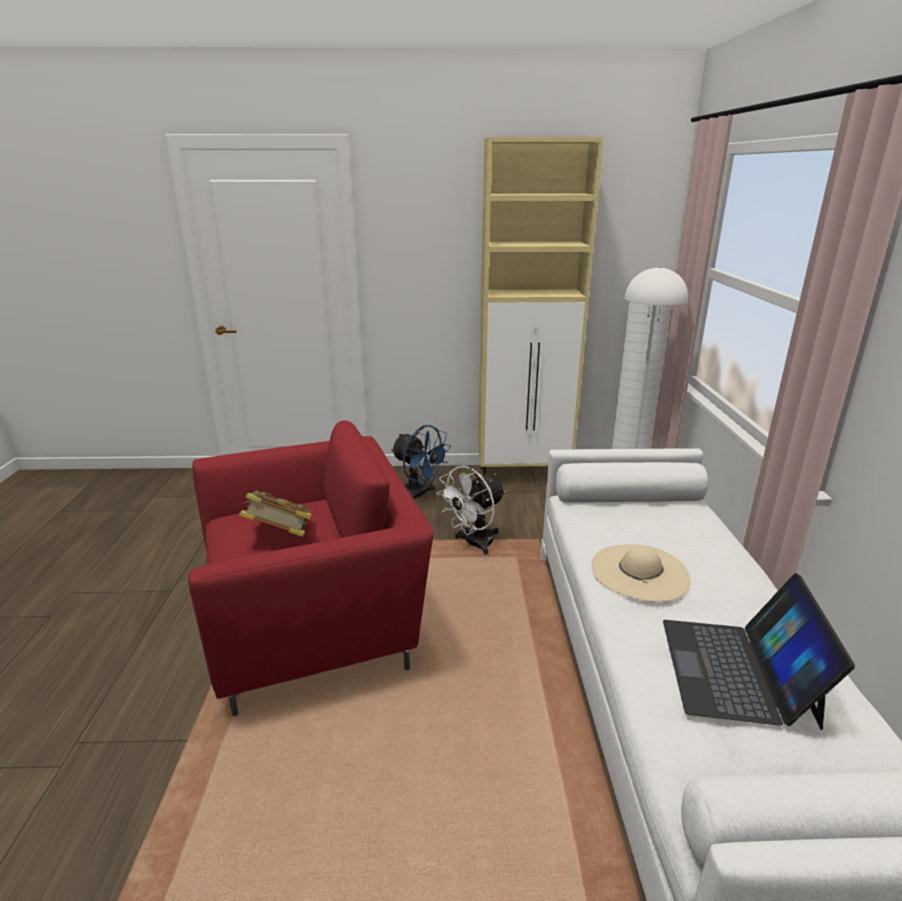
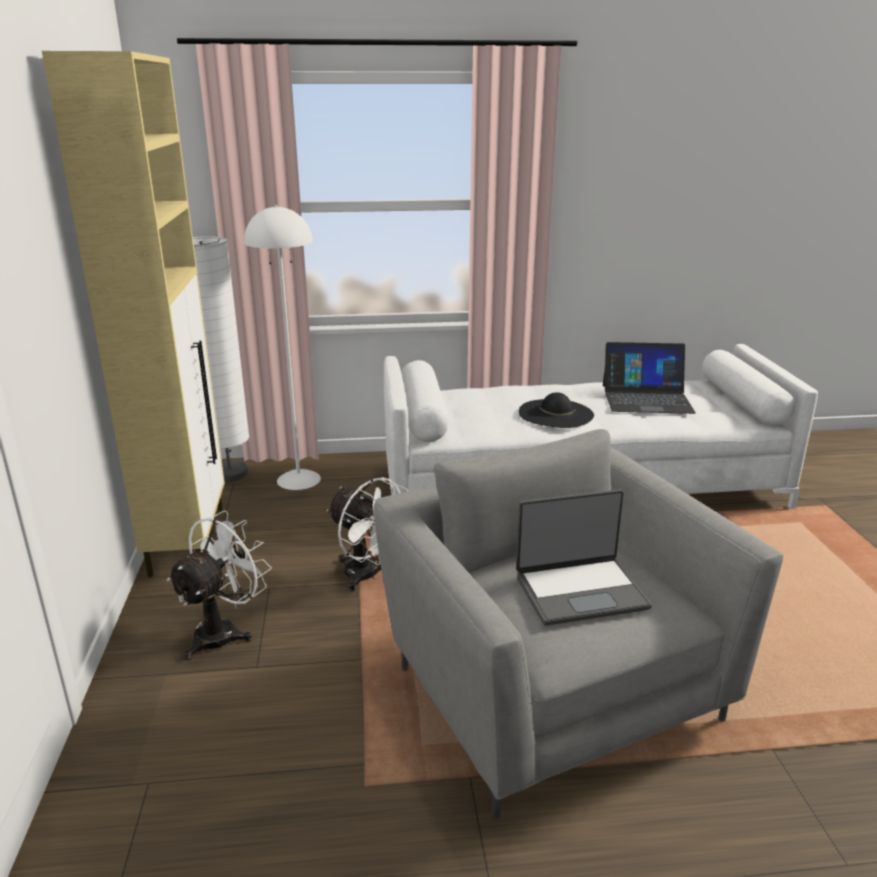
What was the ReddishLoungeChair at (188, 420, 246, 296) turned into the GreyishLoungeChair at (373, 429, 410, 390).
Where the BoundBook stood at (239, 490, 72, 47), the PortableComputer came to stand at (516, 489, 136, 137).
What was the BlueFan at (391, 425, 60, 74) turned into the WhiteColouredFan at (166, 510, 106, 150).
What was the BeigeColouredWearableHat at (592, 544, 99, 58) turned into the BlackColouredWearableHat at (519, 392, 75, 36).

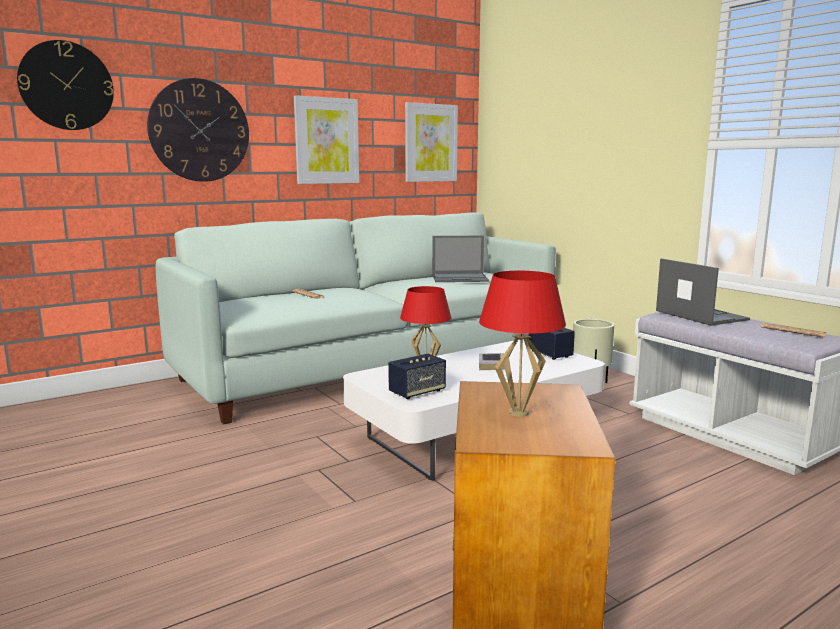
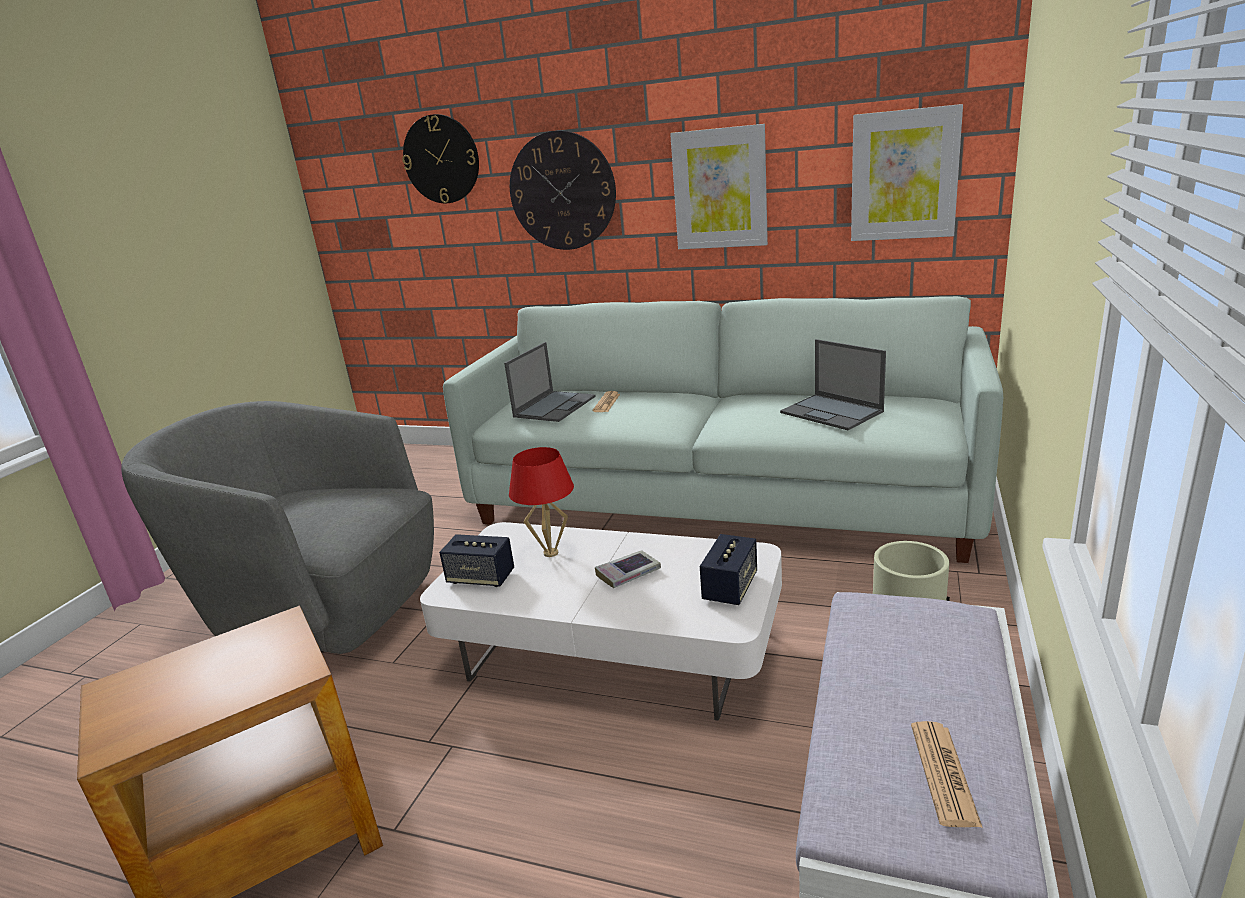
The second view lost the ReddishTableLamp at (479, 271, 87, 146).
The PortableComputer ended up elsewhere, having gone from (656, 258, 94, 68) to (504, 342, 92, 80).
The second view gained the GreyishLoungeChair at (121, 401, 313, 253).

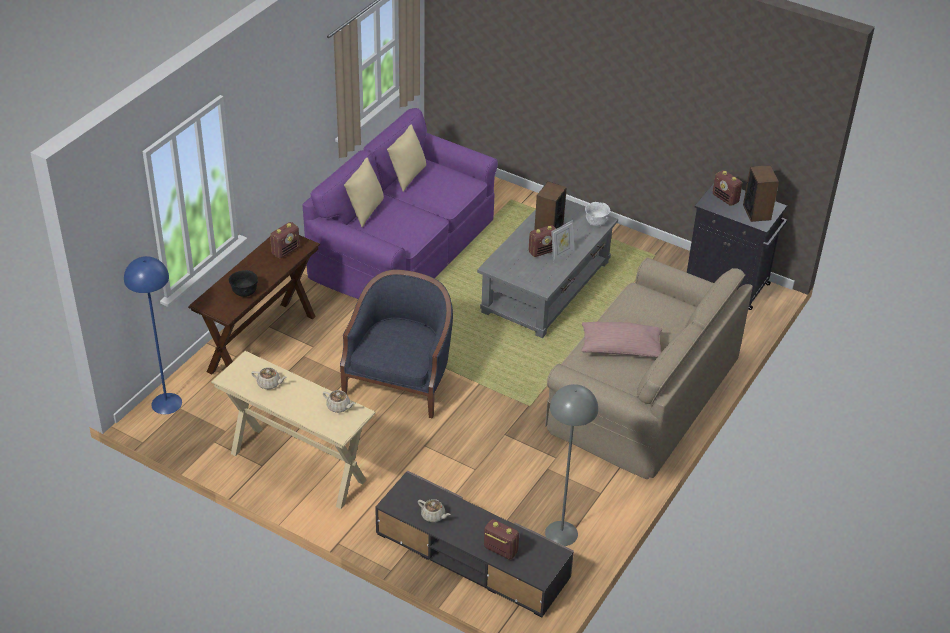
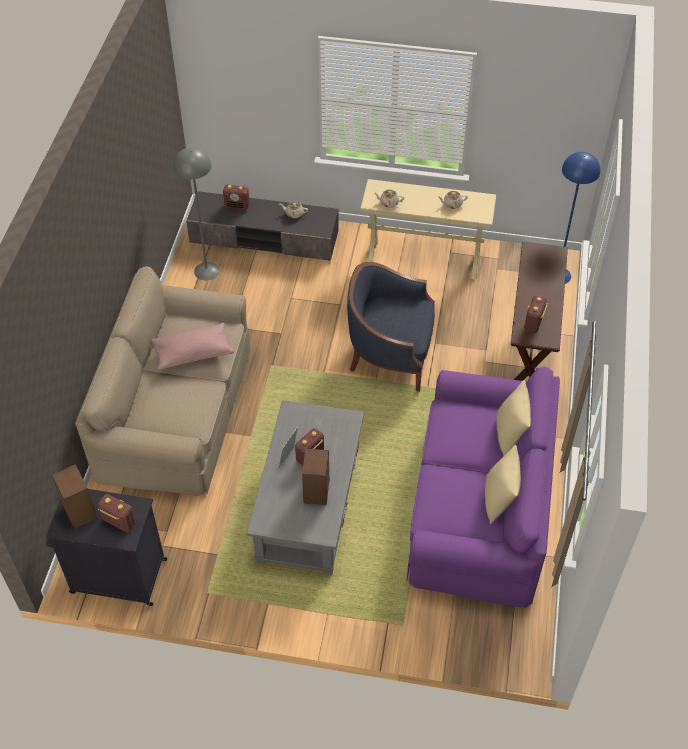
The second view lost the BlackColouredServingBowl at (229, 270, 29, 27).
The BlueLoungeChair at (340, 270, 113, 149) ended up facing another way, 105 degrees clockwise from before.
The second view lost the WhiteColouredServingBowl at (585, 202, 25, 24).

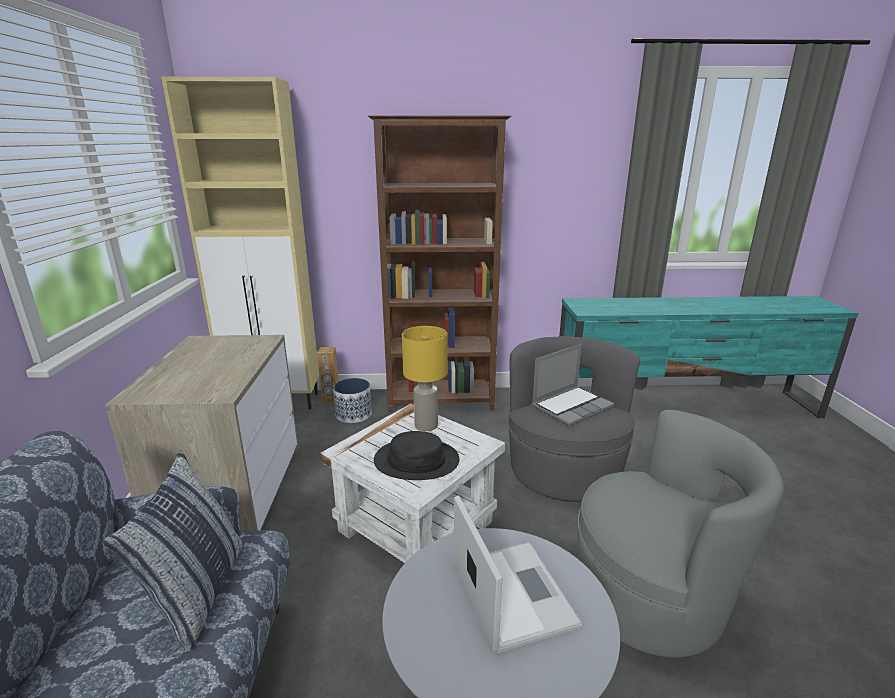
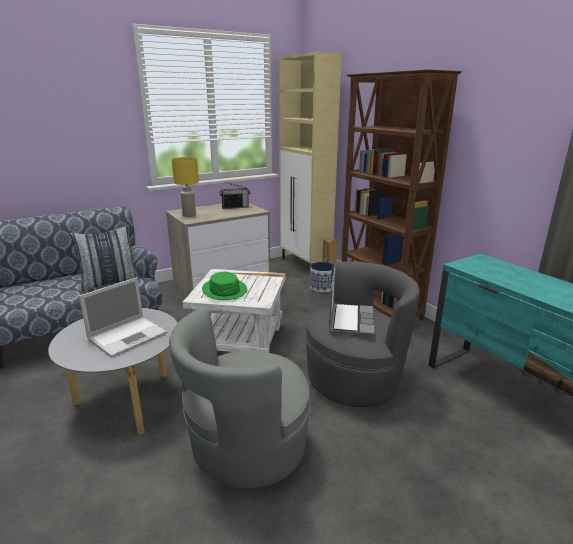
What was the BlackColouredWearableHat at (374, 431, 85, 49) turned into the GreenWearableHat at (202, 272, 45, 28).
The YellowishTableLamp ended up elsewhere, having gone from (402, 326, 46, 105) to (172, 157, 27, 60).
The PortableComputer at (532, 344, 82, 82) ended up facing another way, 105 degrees counterclockwise from before.
The GreyishLoungeChair at (577, 410, 207, 248) ended up facing another way, 75 degrees clockwise from before.
The second view gained the RadioReceiver at (220, 182, 30, 27).

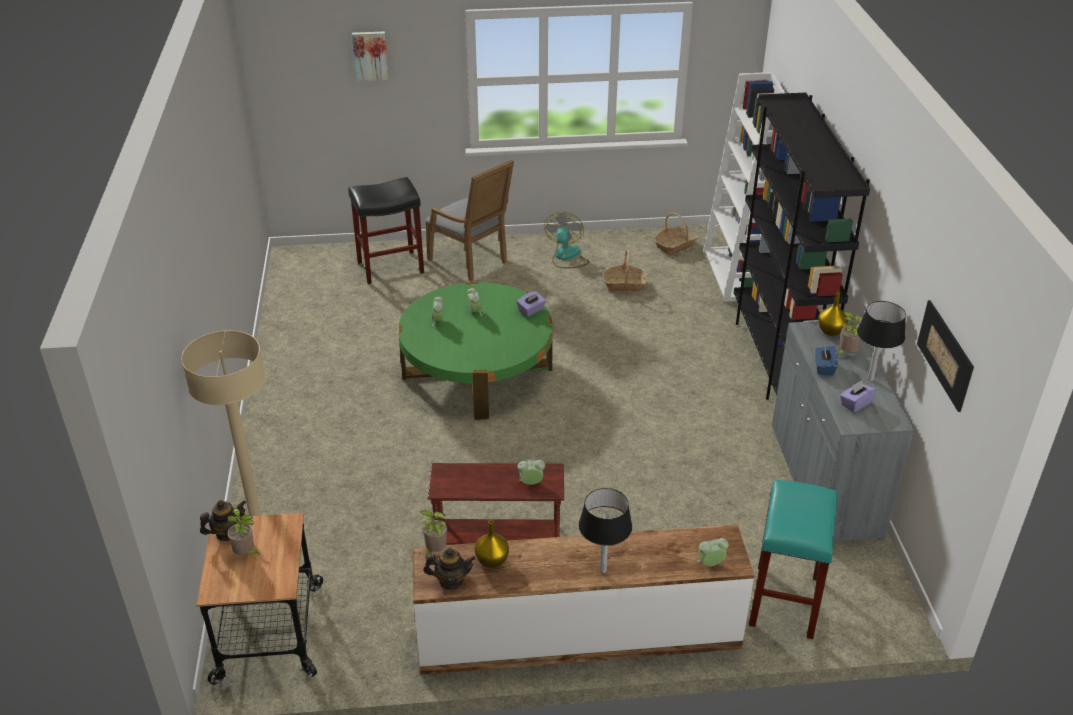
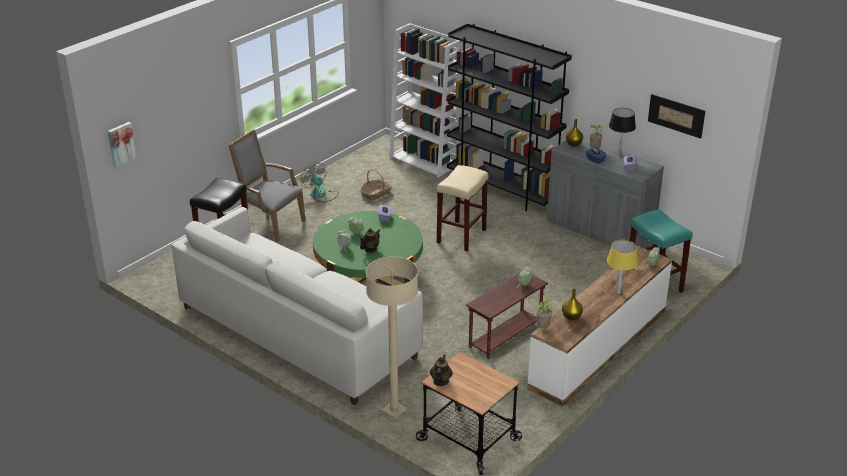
The second view lost the Houseplant at (227, 508, 32, 47).
The WallArt ended up elsewhere, having gone from (352, 31, 37, 50) to (108, 122, 29, 45).
The Teapot ended up elsewhere, having gone from (424, 548, 52, 42) to (360, 228, 20, 25).
The GreyishLoungeChair at (425, 160, 89, 121) ended up facing another way, 150 degrees counterclockwise from before.
What was the BlackColouredTableLamp at (579, 488, 53, 85) turned into the YellowishTableLamp at (607, 240, 31, 54).
The second view lost the Basket at (654, 213, 44, 42).
The second view gained the WhiteColouredSettee at (171, 207, 252, 198).
The second view gained the BeigeColouredStool at (437, 165, 51, 86).

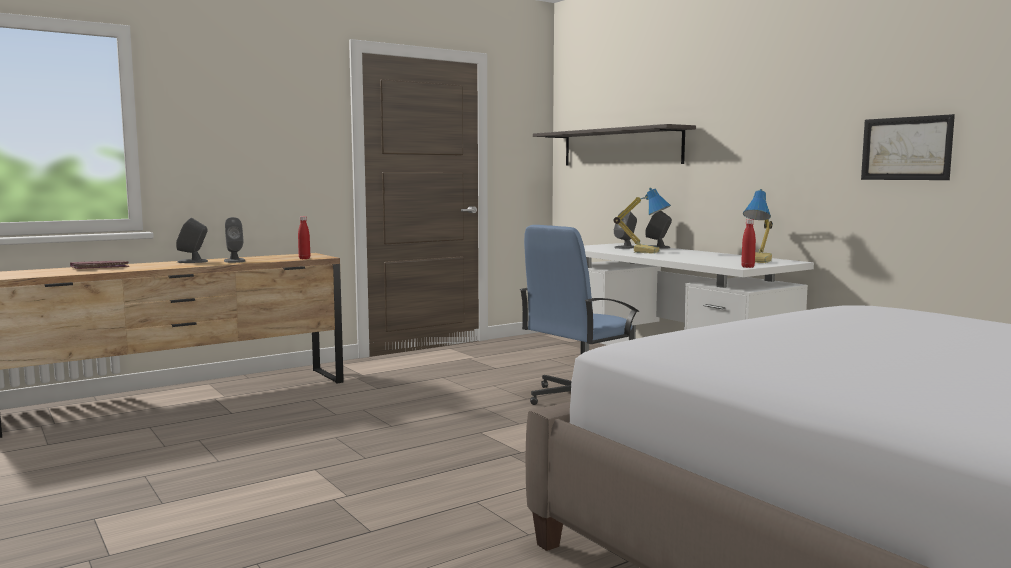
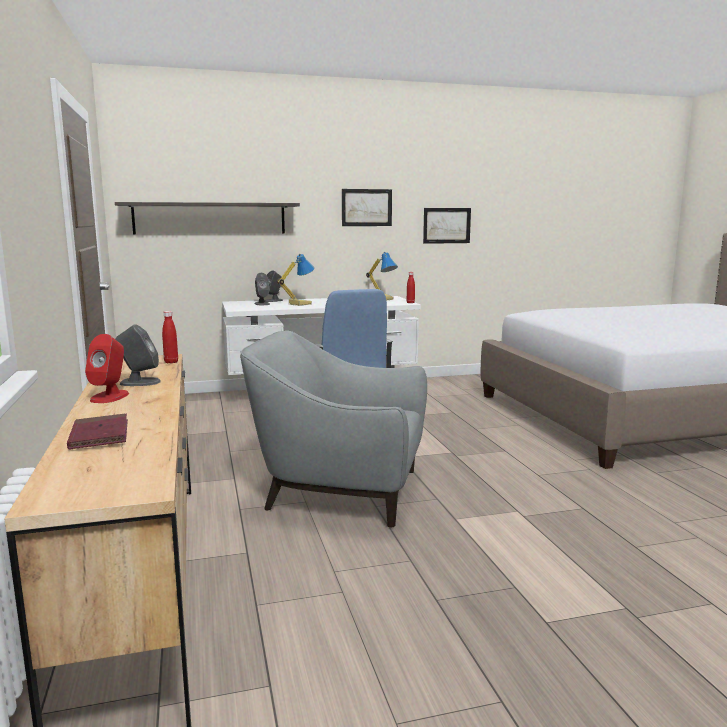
What was the GreyishLoudspeaker at (176, 218, 32, 45) turned into the ReddishLoudspeaker at (85, 334, 44, 69).
The second view gained the GreyishLoungeChair at (240, 330, 187, 198).
The second view gained the WallArt at (342, 189, 50, 37).

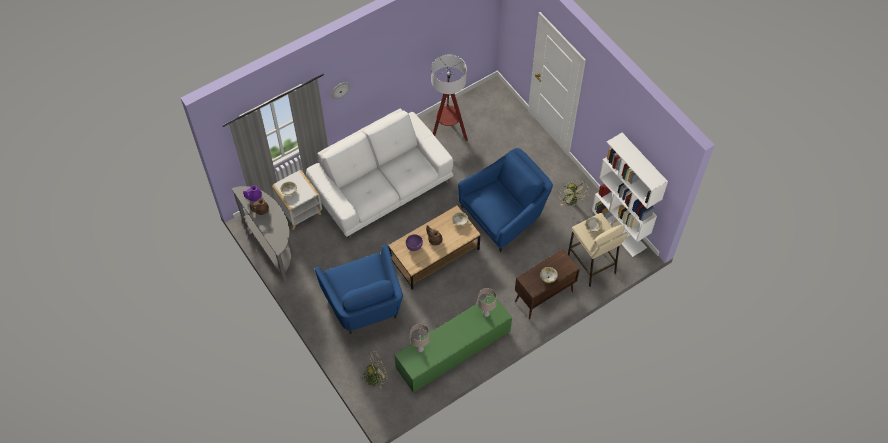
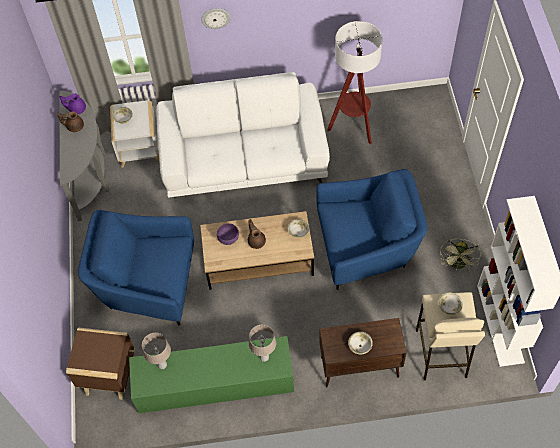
The BlueLoungeChair at (315, 244, 88, 90) ended up facing another way, 90 degrees clockwise from before.
Where the GreenFan stood at (360, 351, 27, 38), the BrownishAccentTable came to stand at (66, 328, 68, 72).

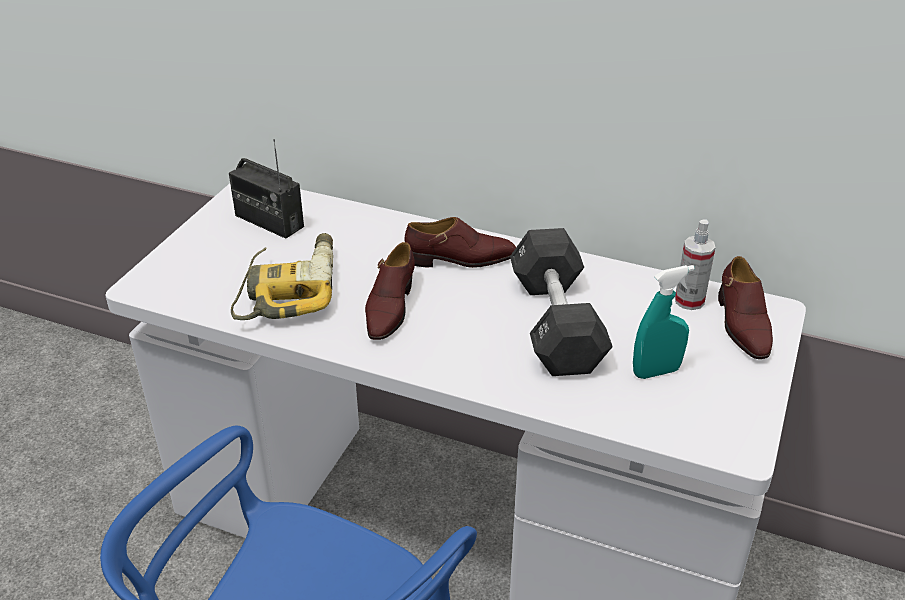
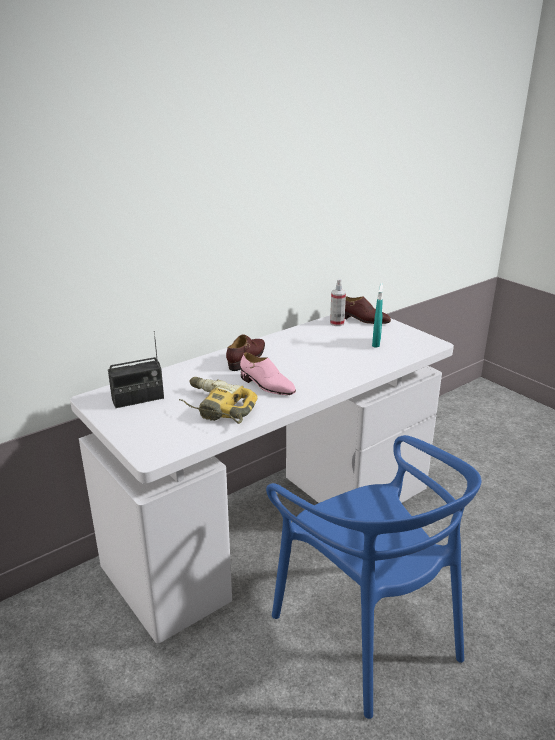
What was the BrownishLowShoe at (365, 242, 50, 98) turned into the PinkishLowShoe at (240, 352, 56, 43).
The second view lost the BlackColouredDumbbell at (510, 228, 103, 148).

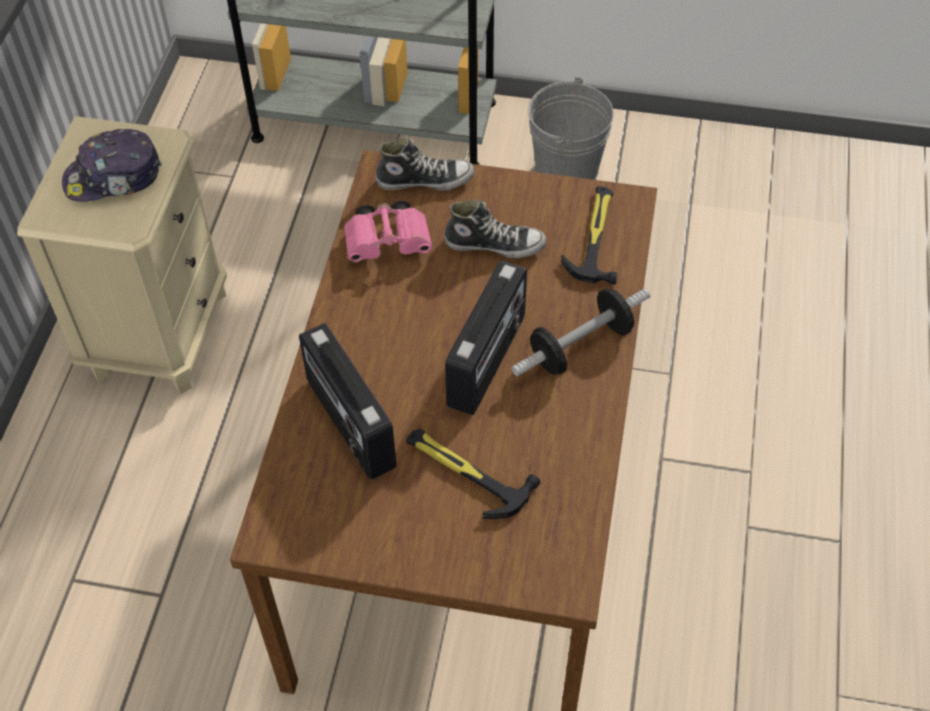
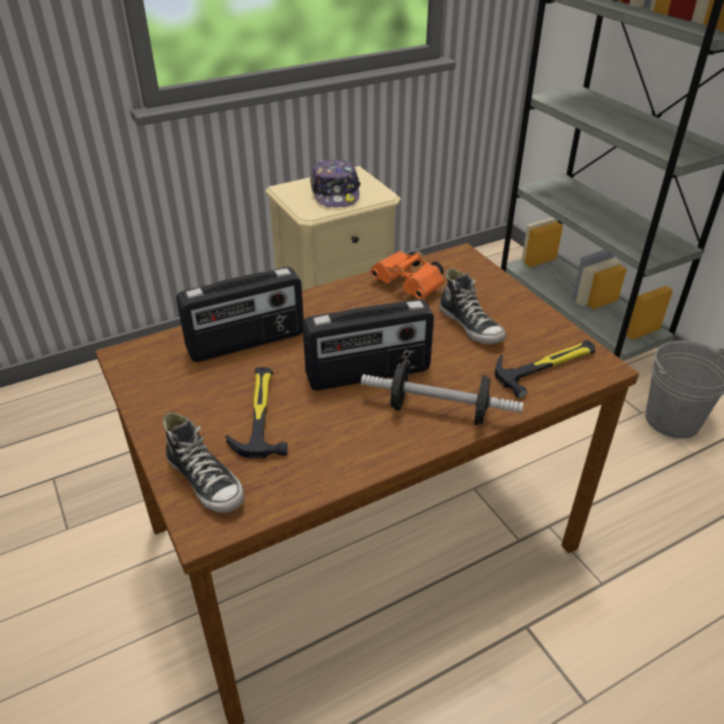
The PeakedCap at (62, 129, 100, 73) ended up facing another way, 135 degrees counterclockwise from before.
The RadioReceiver at (299, 323, 98, 157) ended up facing another way, 135 degrees counterclockwise from before.
What was the PinkishFieldGlasses at (344, 200, 89, 63) turned into the OrangeFieldGlasses at (370, 251, 75, 48).
The LowShoe ended up elsewhere, having gone from (376, 137, 99, 53) to (163, 412, 81, 101).

